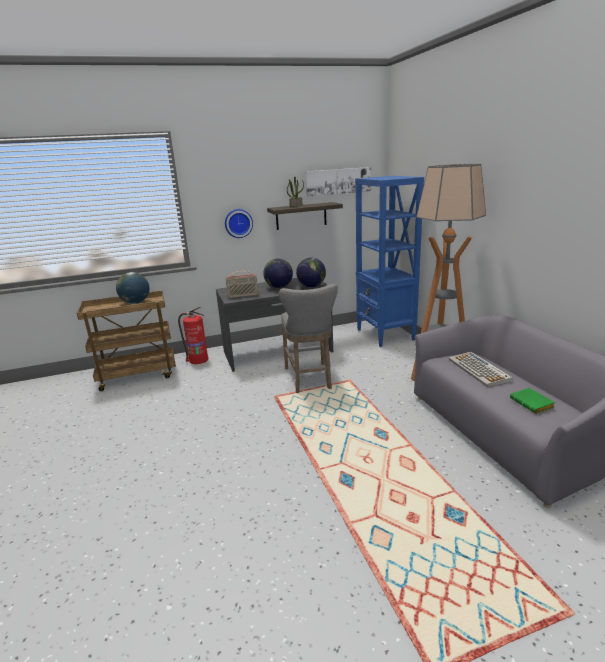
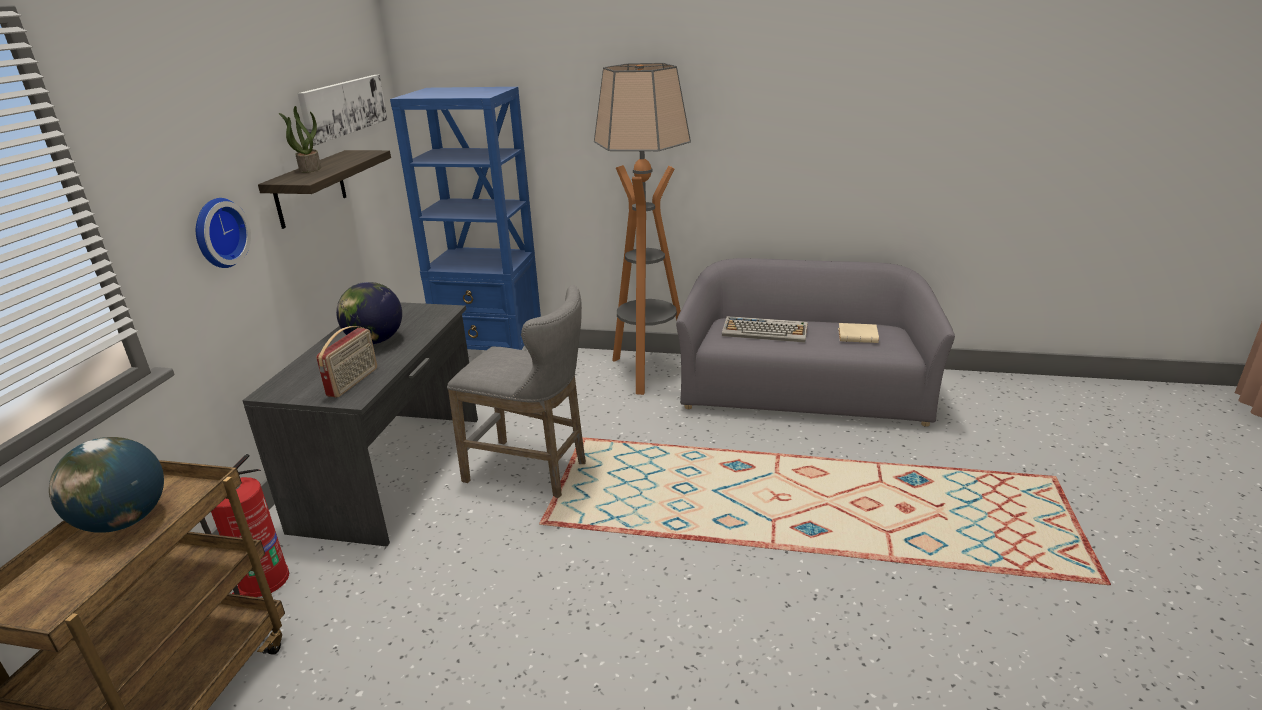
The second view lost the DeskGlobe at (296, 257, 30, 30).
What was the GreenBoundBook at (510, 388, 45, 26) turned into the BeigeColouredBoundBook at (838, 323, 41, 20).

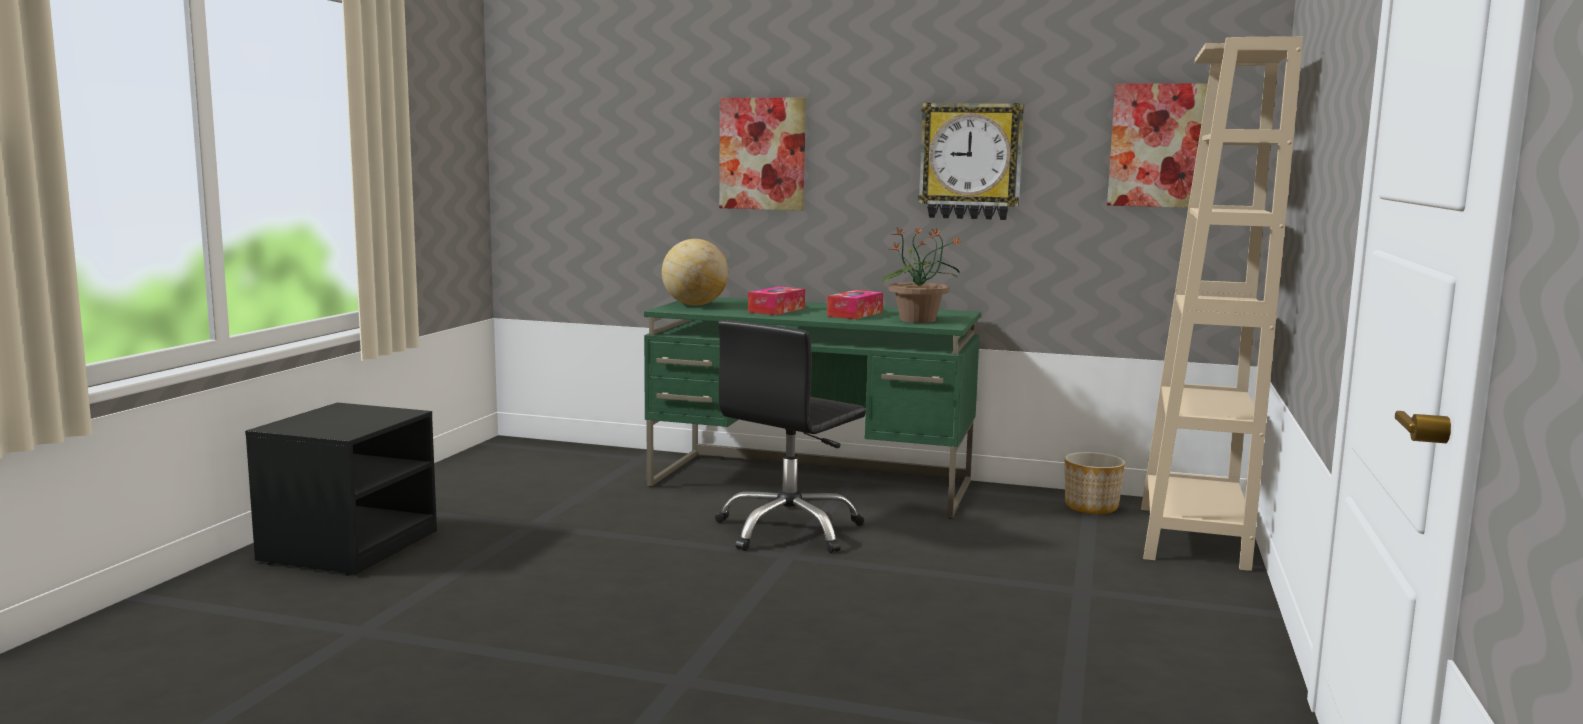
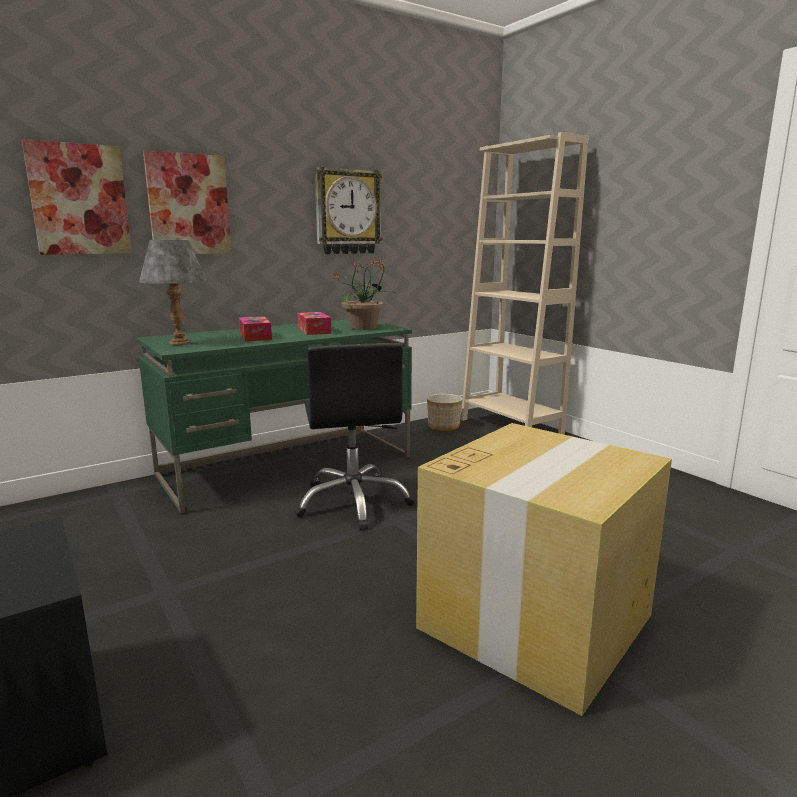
Where the DeskGlobe stood at (662, 239, 67, 67), the GreyishTableLamp came to stand at (139, 240, 68, 105).
The WallArt ended up elsewhere, having gone from (1107, 83, 101, 125) to (22, 139, 110, 116).
The second view gained the PackingBox at (416, 423, 256, 293).

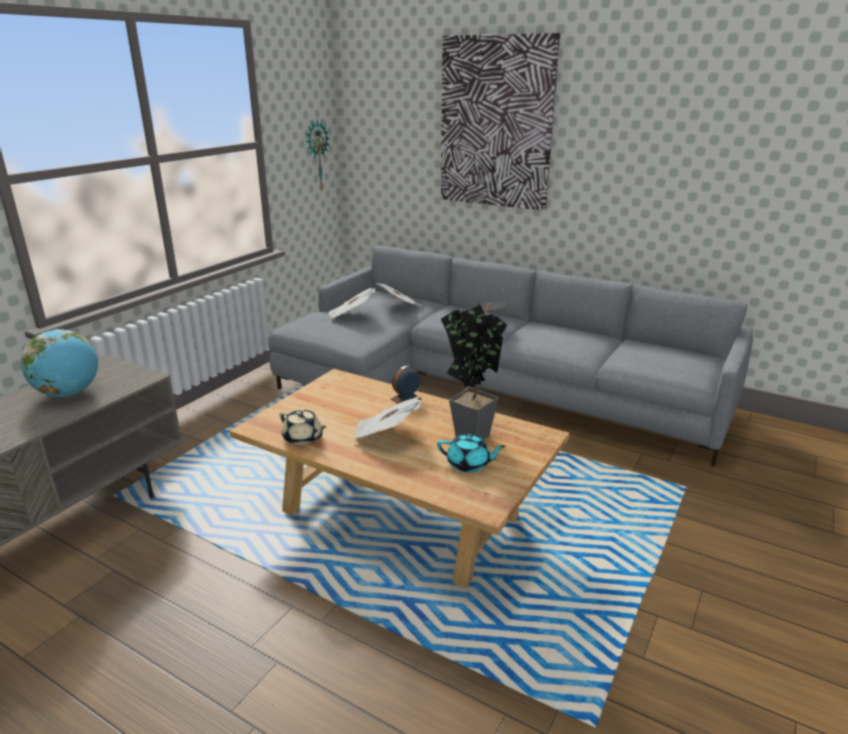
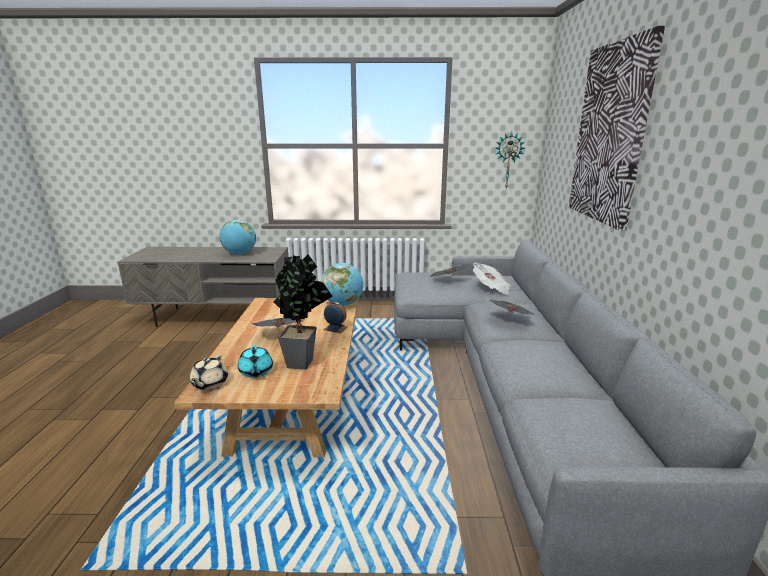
The BeigeColouredTeapot ended up elsewhere, having gone from (279, 410, 47, 36) to (190, 355, 38, 35).
The second view gained the DeskGlobe at (321, 263, 42, 43).

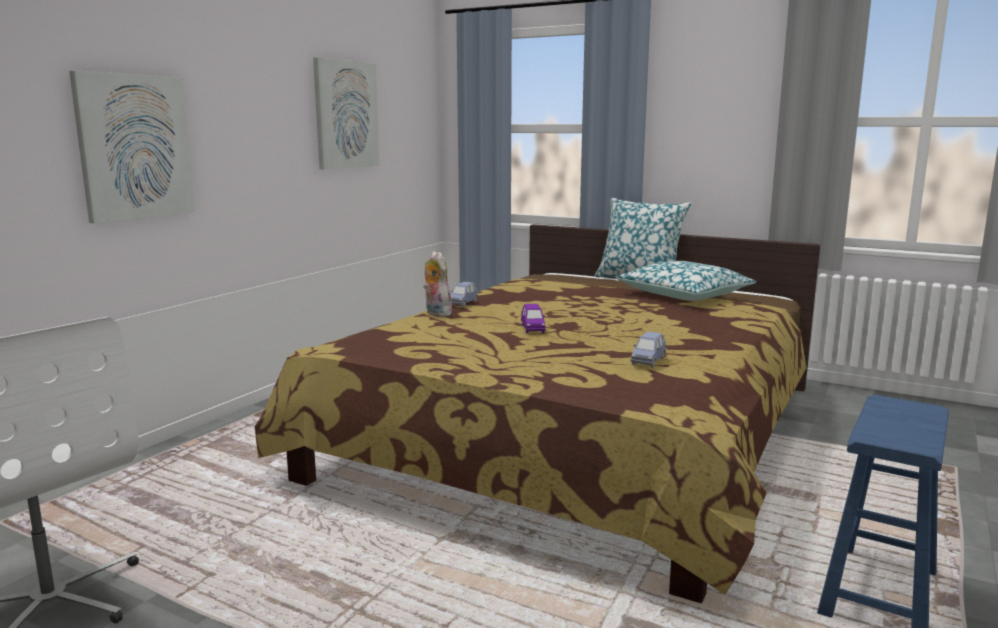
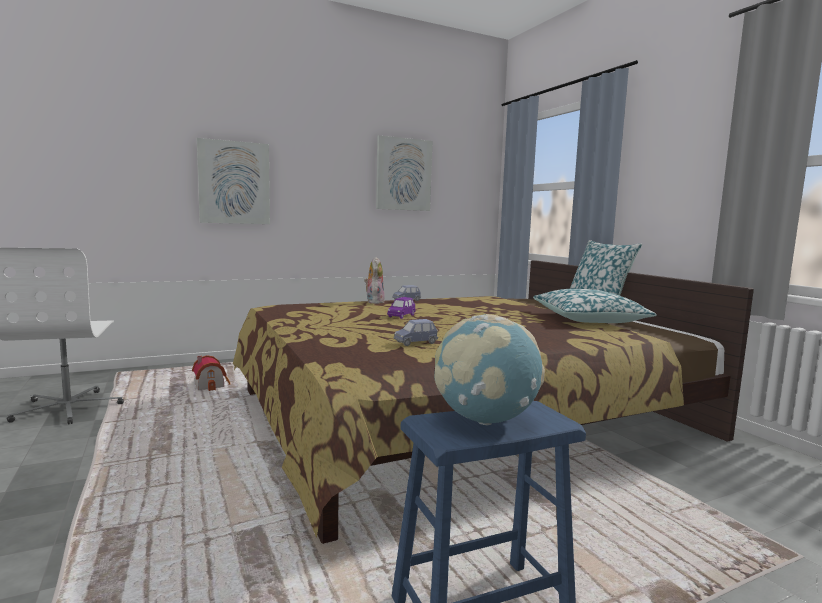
The second view gained the MiniatureHouse at (192, 355, 38, 36).
The second view gained the DeskGlobe at (434, 314, 111, 112).

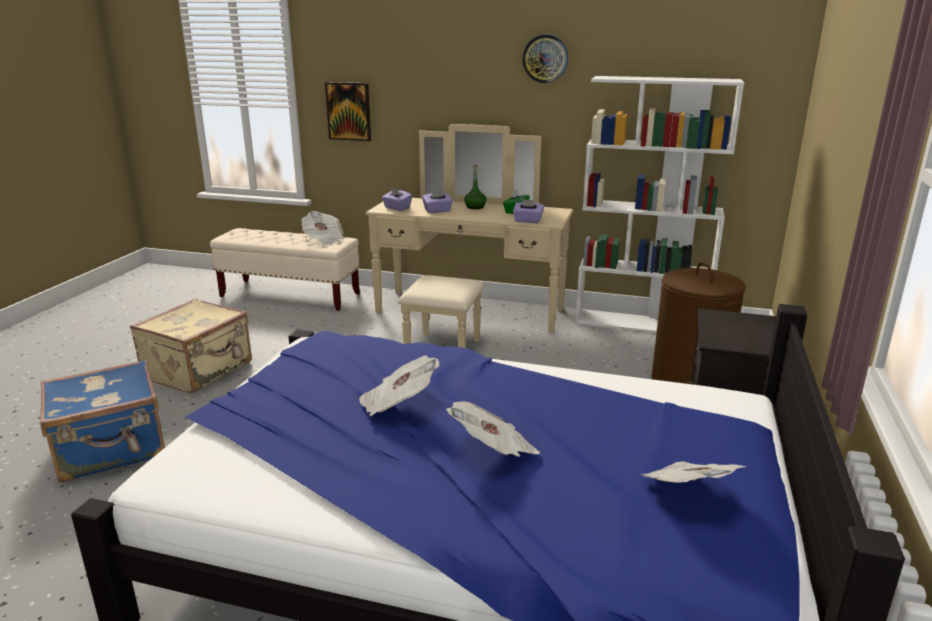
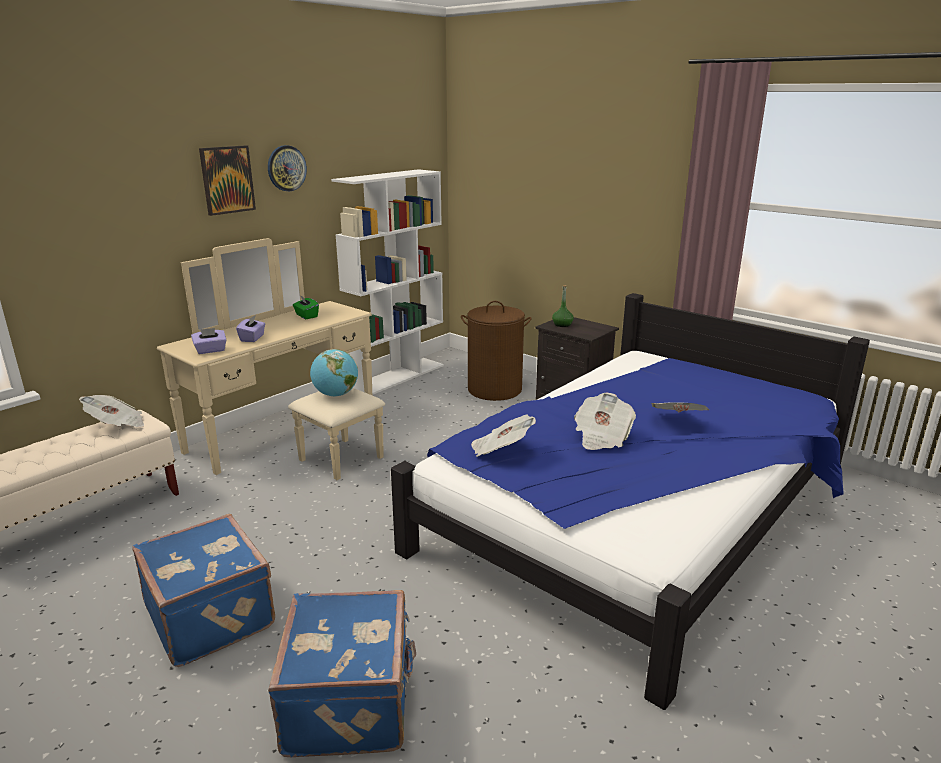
What was the BeigeColouredPieceOfLuggage at (130, 298, 122, 96) turned into the BluePieceOfLuggage at (132, 514, 143, 153).
The WallArt ended up elsewhere, having gone from (325, 82, 46, 59) to (199, 145, 57, 71).
The GreenBottle ended up elsewhere, having gone from (464, 165, 23, 44) to (552, 285, 22, 42).
The second view lost the PurpleTissueHolder at (513, 199, 31, 24).
The DailyPaper ended up elsewhere, having gone from (640, 461, 107, 22) to (471, 414, 65, 43).
The second view gained the DeskGlobe at (310, 349, 48, 47).

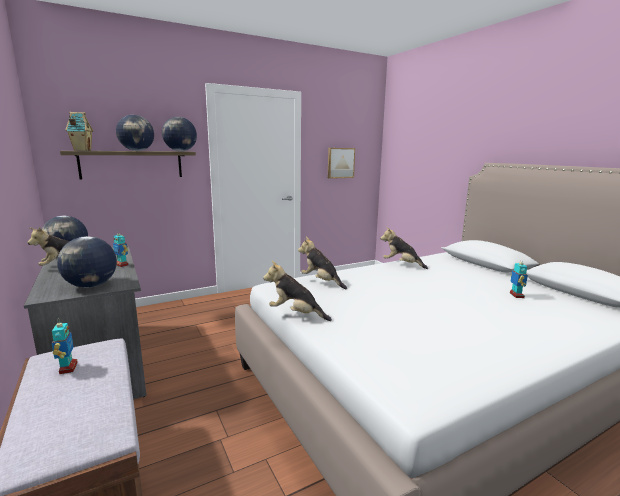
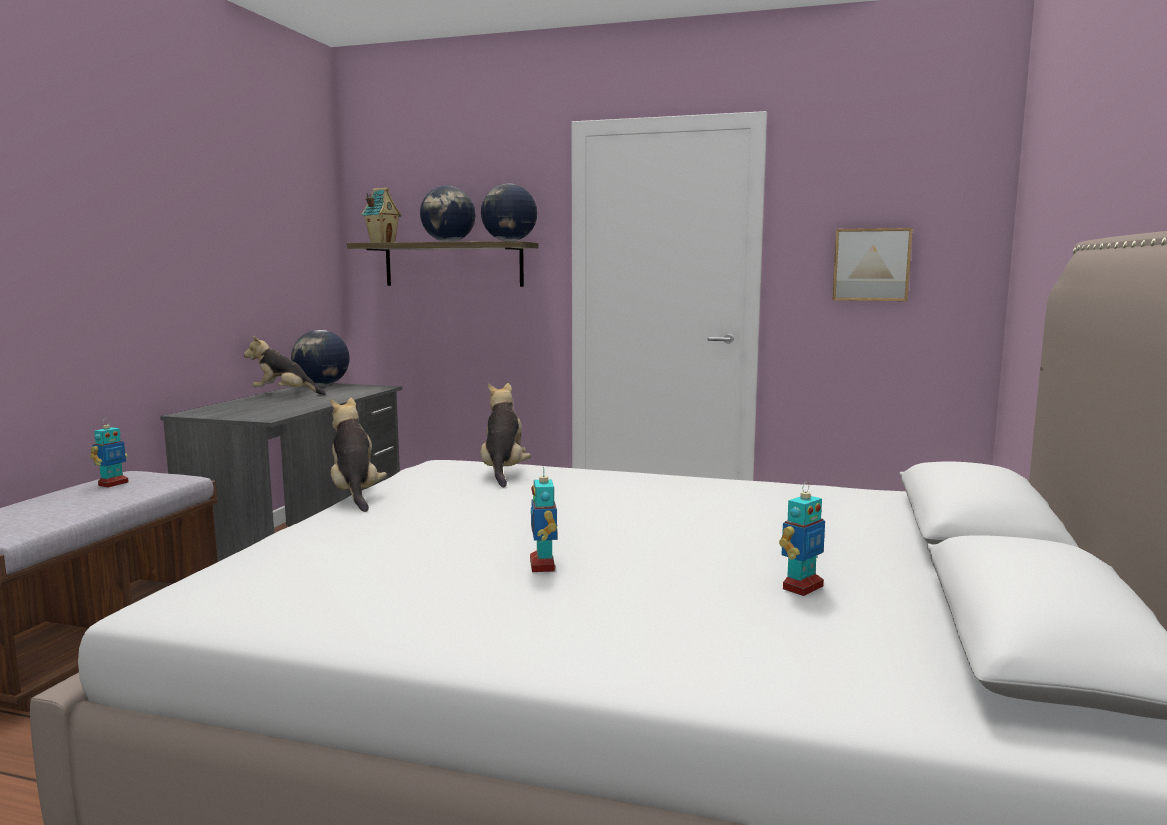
The second view lost the DeskGlobe at (57, 236, 60, 52).
The RobotFigure ended up elsewhere, having gone from (113, 230, 15, 37) to (530, 466, 27, 106).
The second view lost the CuddlyToy at (380, 227, 48, 42).

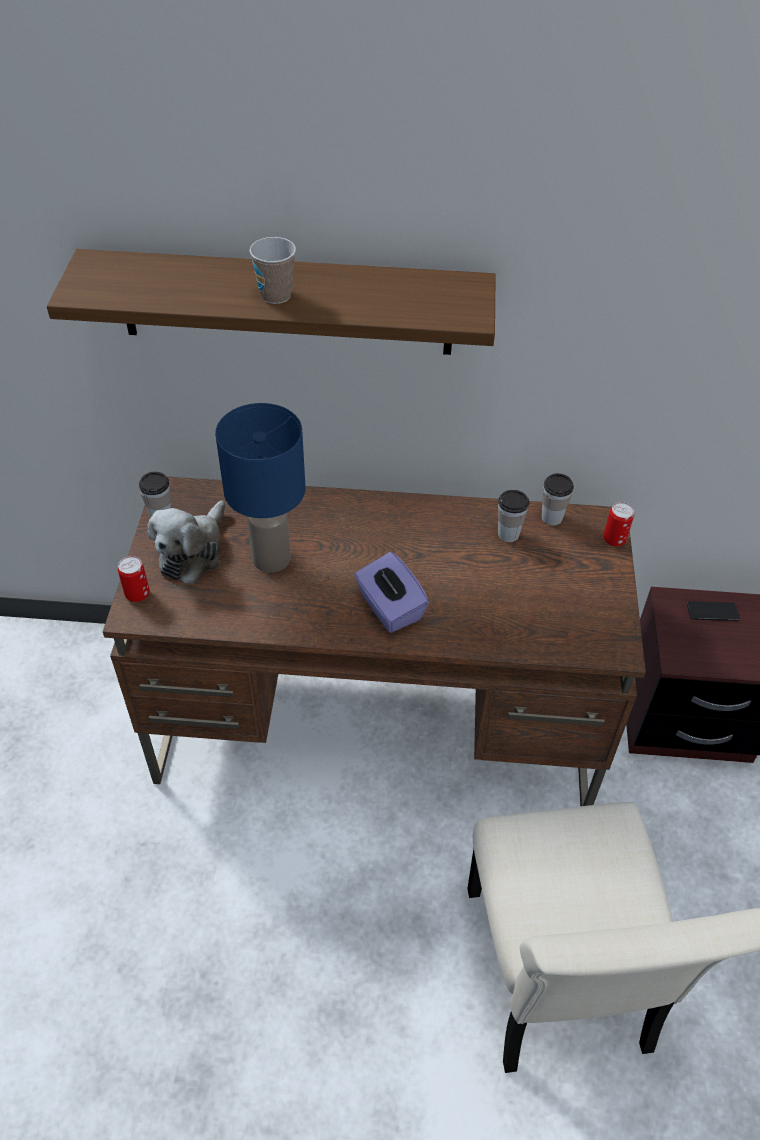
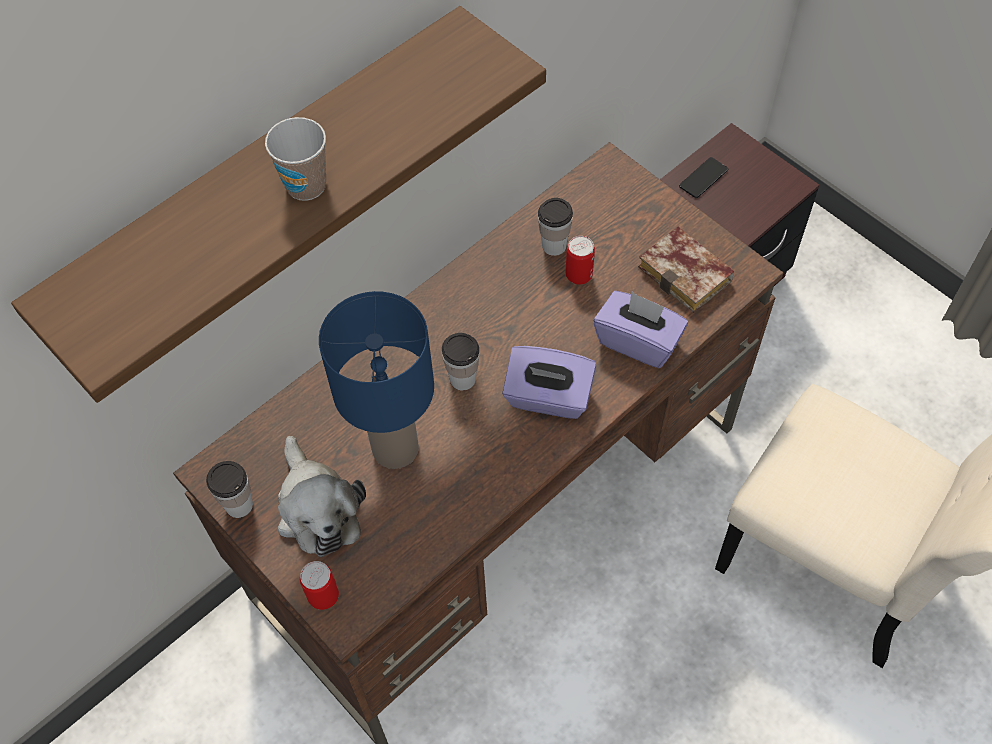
The SmallCup ended up elsewhere, having gone from (542, 473, 32, 53) to (442, 333, 37, 57).
The Can ended up elsewhere, having gone from (604, 502, 30, 45) to (566, 236, 29, 49).
The second view gained the PurpleTissueHolder at (593, 291, 95, 77).
The second view gained the BoundBook at (638, 227, 96, 86).

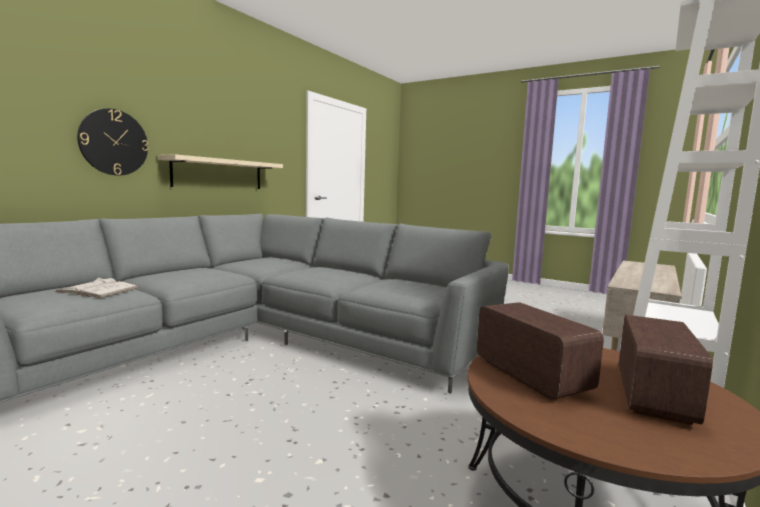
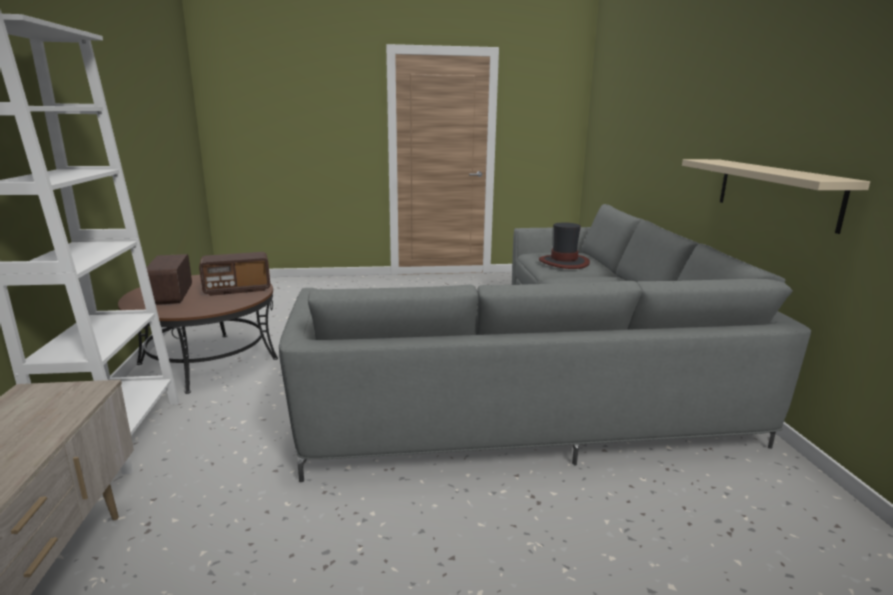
Where the WhiteColouredBoundBook stood at (55, 277, 84, 21), the WearableHat came to stand at (539, 222, 51, 47).
The second view lost the ClockOnTheWall at (77, 108, 72, 67).
The RadioReceiver at (477, 302, 127, 98) ended up facing another way, 45 degrees counterclockwise from before.

